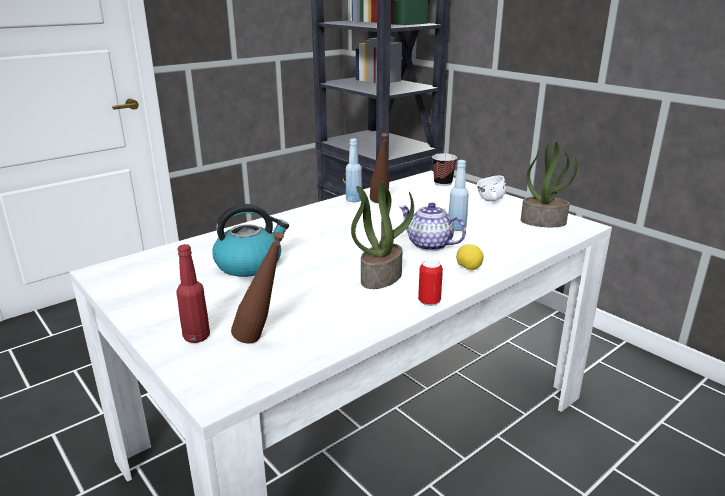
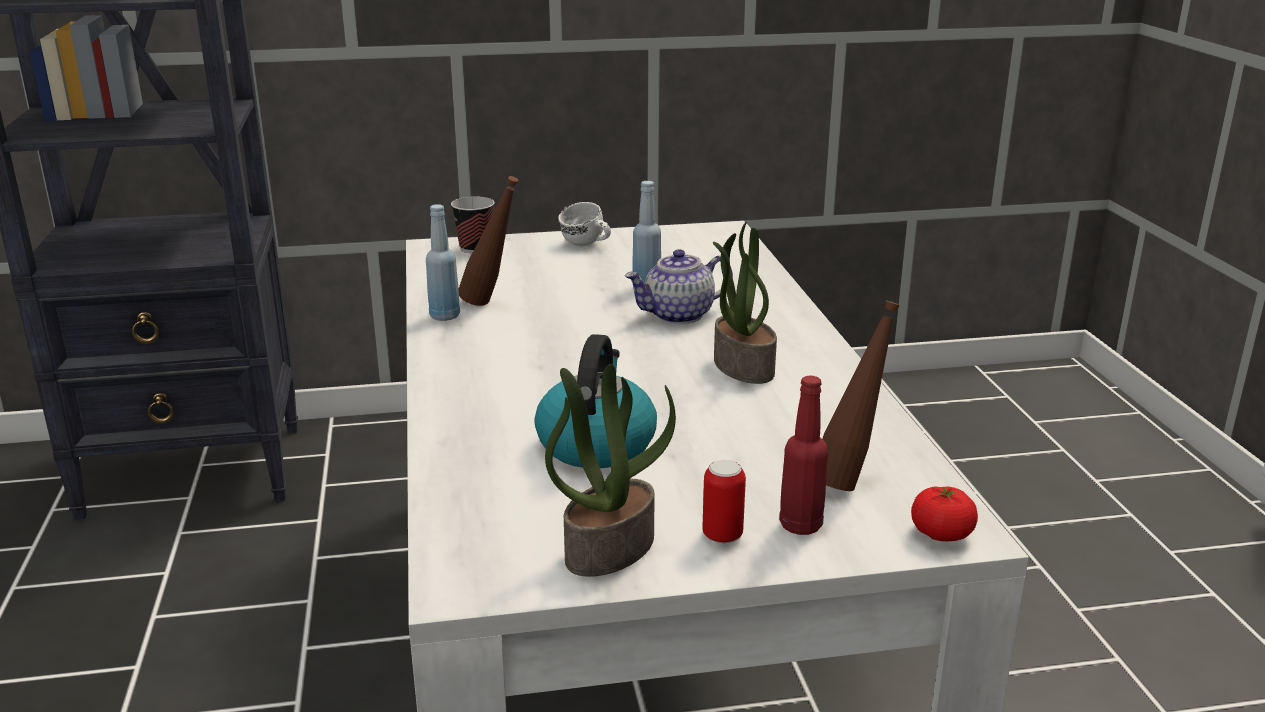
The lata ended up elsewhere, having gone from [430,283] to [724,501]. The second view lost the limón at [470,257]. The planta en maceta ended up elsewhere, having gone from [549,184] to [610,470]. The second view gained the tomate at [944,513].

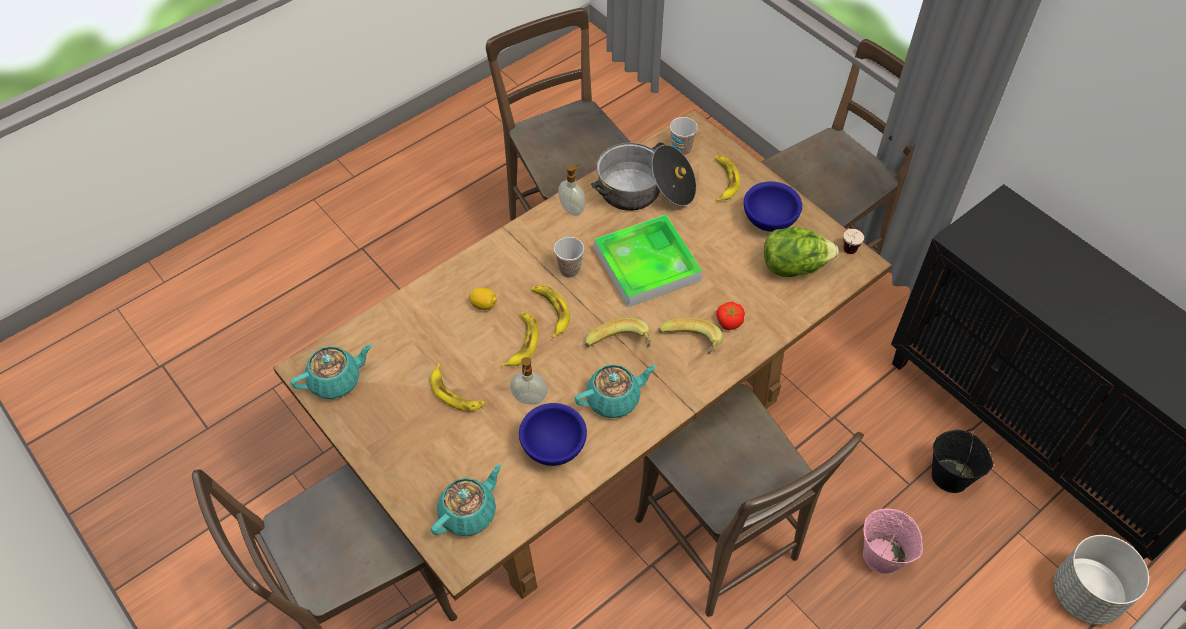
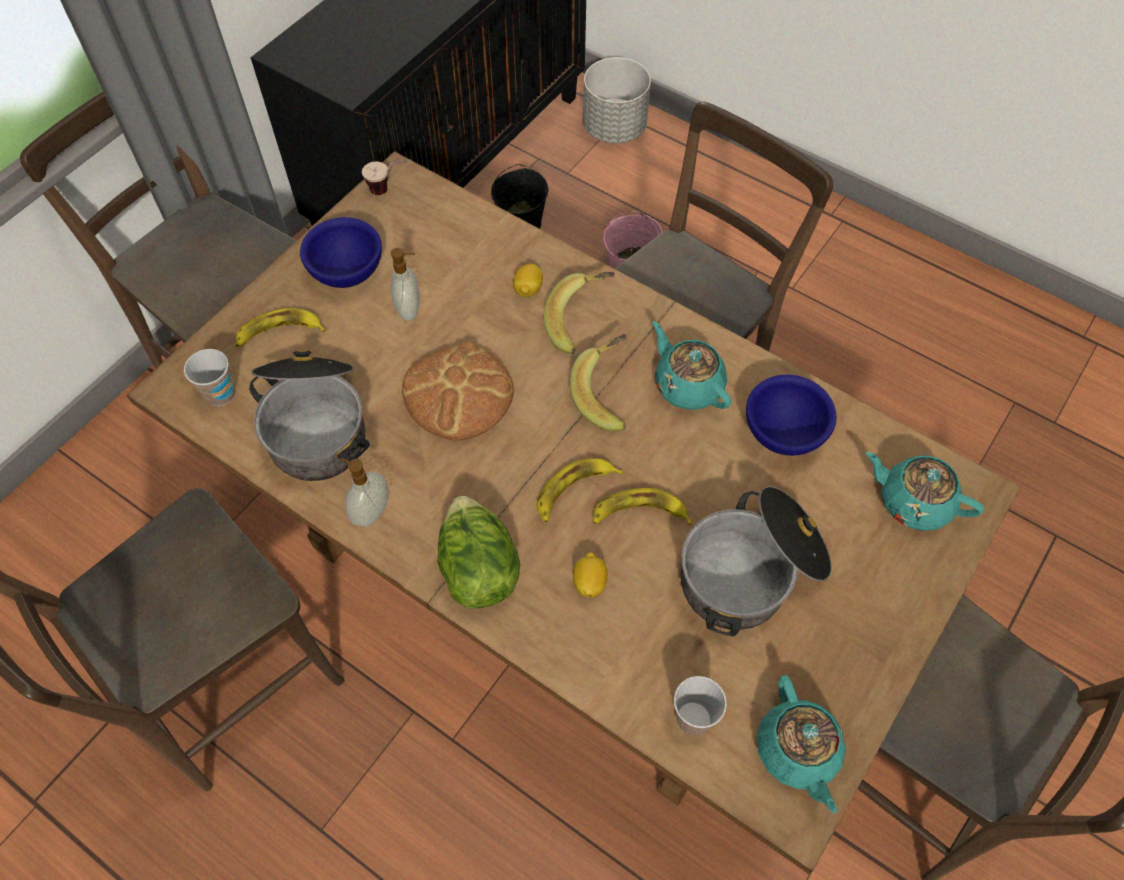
The tetera (turquesa) at [331,371] ended up facing another way, 150 degrees counterclockwise from before. Where the plátano stood at [457,387], the olla came to stand at [756,561]. The dispensador de jabón ended up elsewhere, having gone from [529,381] to [405,284]. The taza ended up elsewhere, having gone from [569,257] to [700,706]. Where the bandeja stood at [648,261], the pan came to stand at [458,391]. Where the tomate stood at [730,316], the limón came to stand at [528,280]. The lechuga ended up elsewhere, having gone from [801,252] to [478,552].

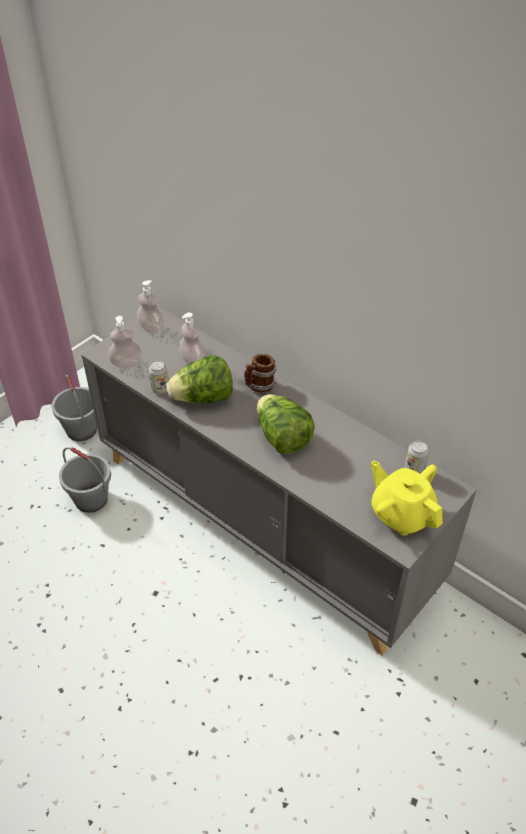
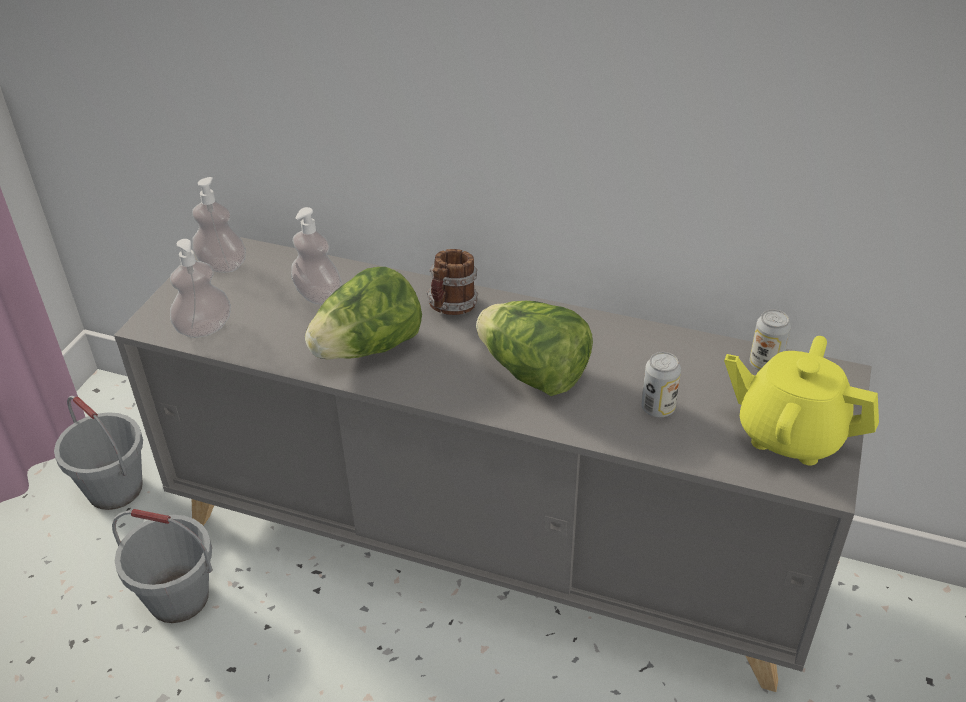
The lata ended up elsewhere, having gone from [158,377] to [661,384].

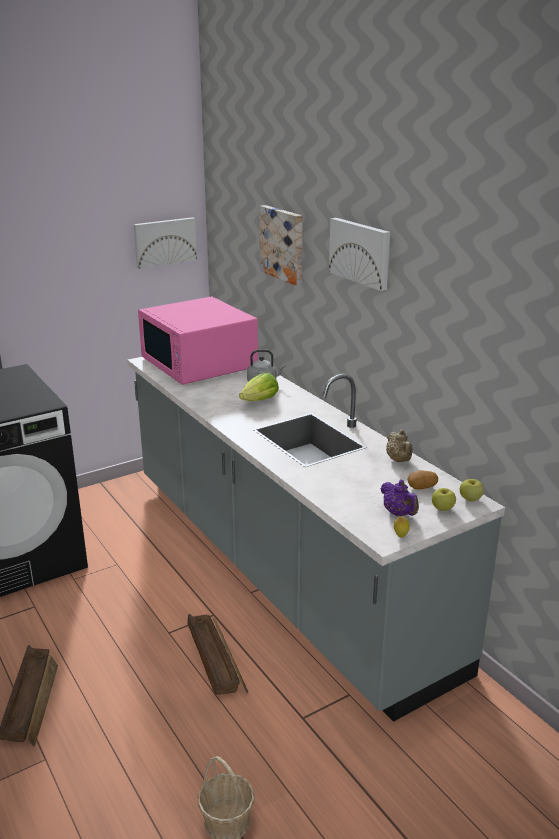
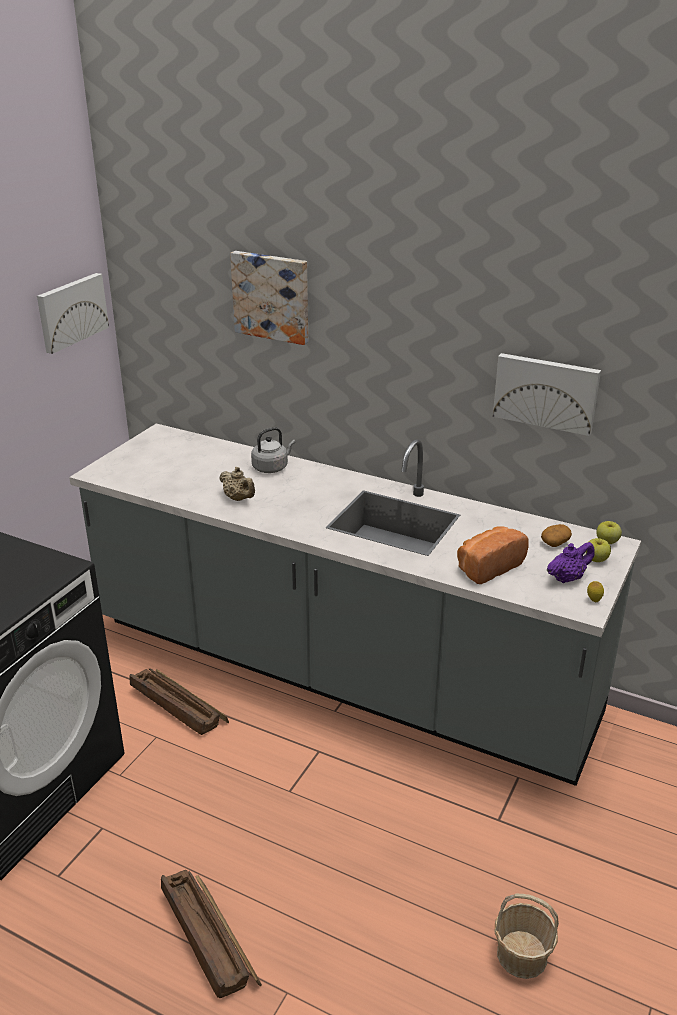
The second view lost the microondas (rosa) at [198,340]. The caja de embalaje ended up elsewhere, having gone from [218,654] to [179,701]. The second view lost the lechuga at [259,387]. The cuadro ended up elsewhere, having gone from [359,254] to [547,394]. The tetera (morado) at [400,498] ended up facing another way, 60 degrees counterclockwise from before. The tetera (beis) ended up elsewhere, having gone from [399,445] to [237,484]. The second view gained the pan at [493,555].

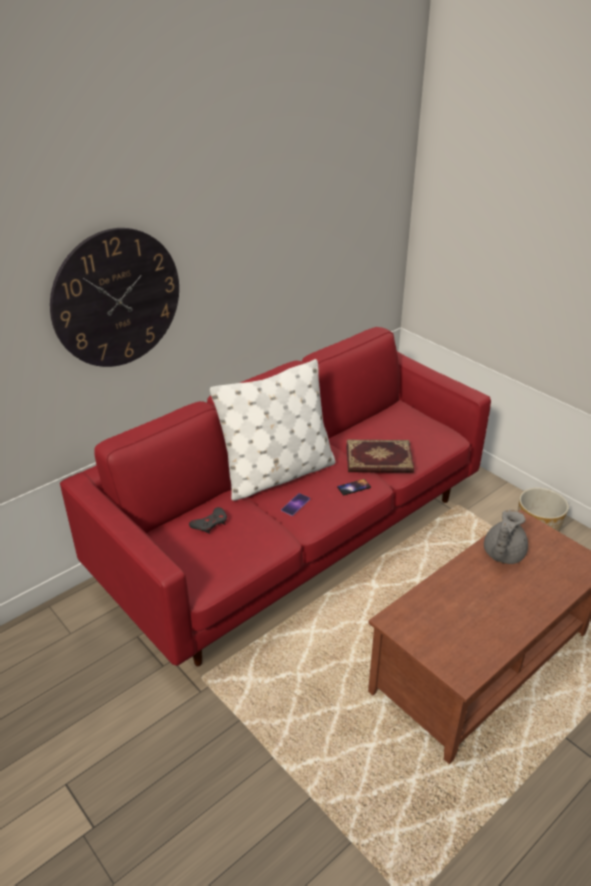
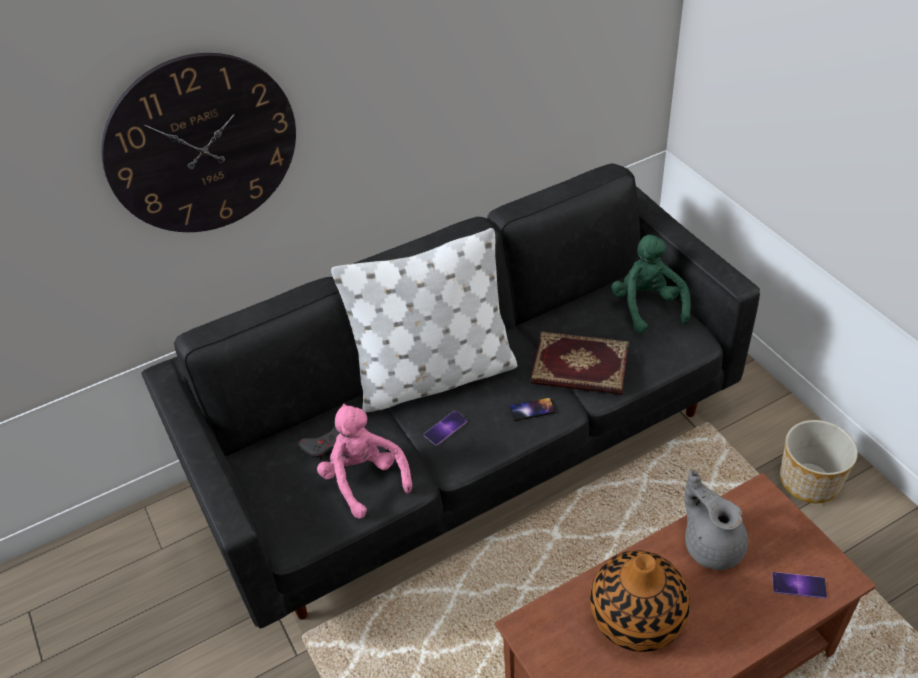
What was the sofá (rojo) at [275,497] turned into the sofá (negro) at [450,396]. The tetera (gris) at [506,536] ended up facing another way, 105 degrees clockwise from before. The second view gained the peluche (rosa) at [364,461]. The second view gained the florero at [640,601]. The second view gained the peluche (verde) at [651,284]. The second view gained the móvil at [799,585].

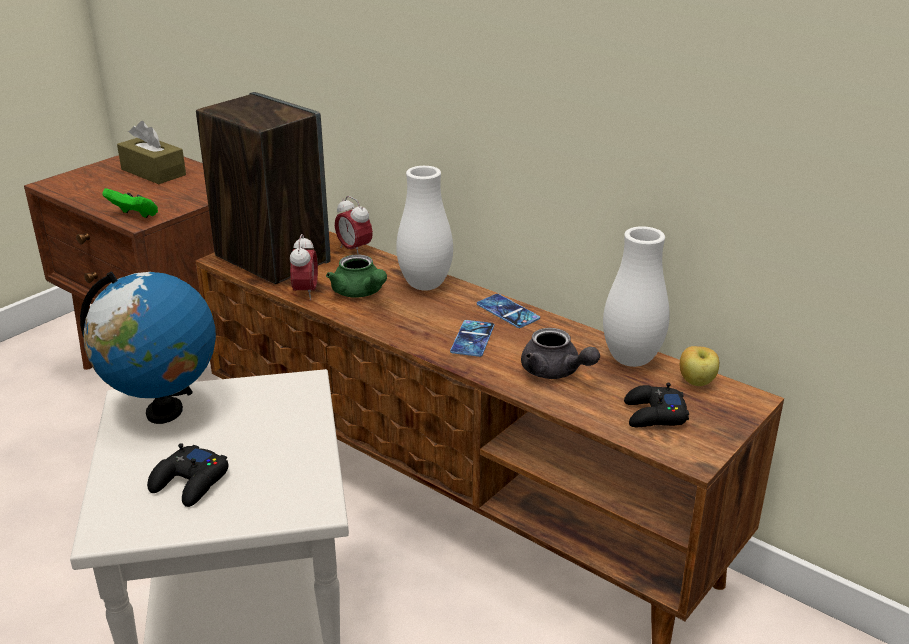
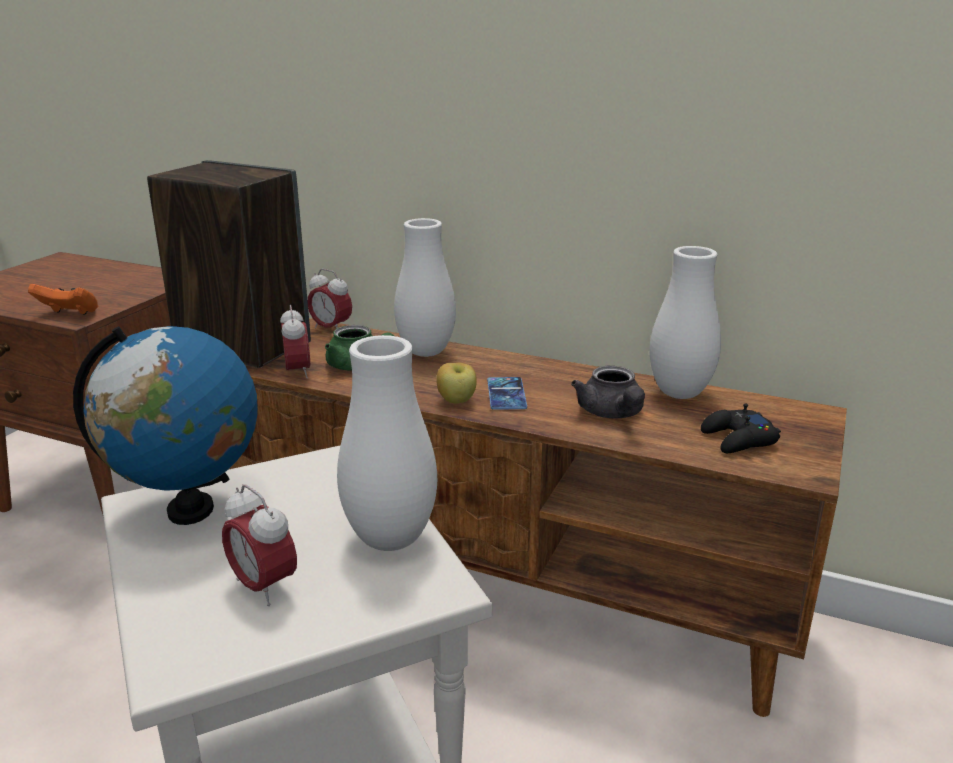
What was the mando de consola (verde) at [130,203] turned into the mando de consola (naranja) at [63,299]. The second view lost the caja de pañuelos (marrón) at [151,152]. Where the mando de consola (negro) stood at [188,475], the despertador came to stand at [259,545]. The second view lost the móvil at [508,311]. The tetera (gris) at [560,353] ended up facing another way, 45 degrees clockwise from before. The manzana ended up elsewhere, having gone from [699,366] to [456,383]. The second view gained the florero (blanco) at [387,443].

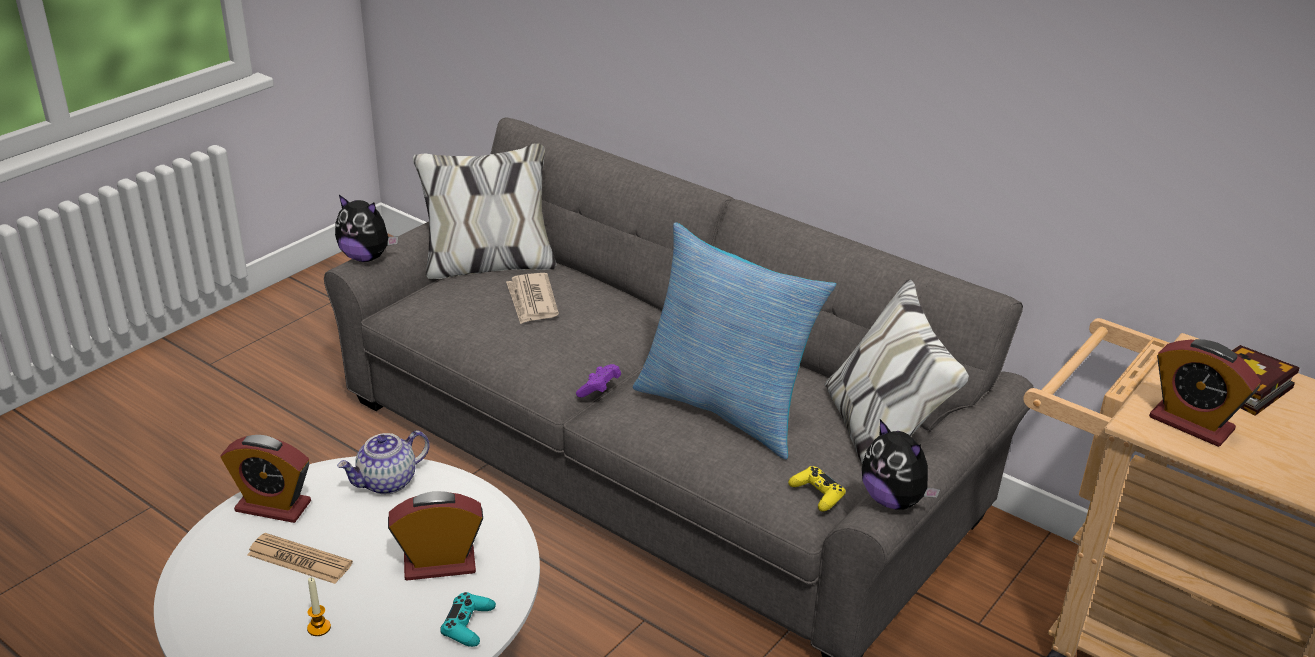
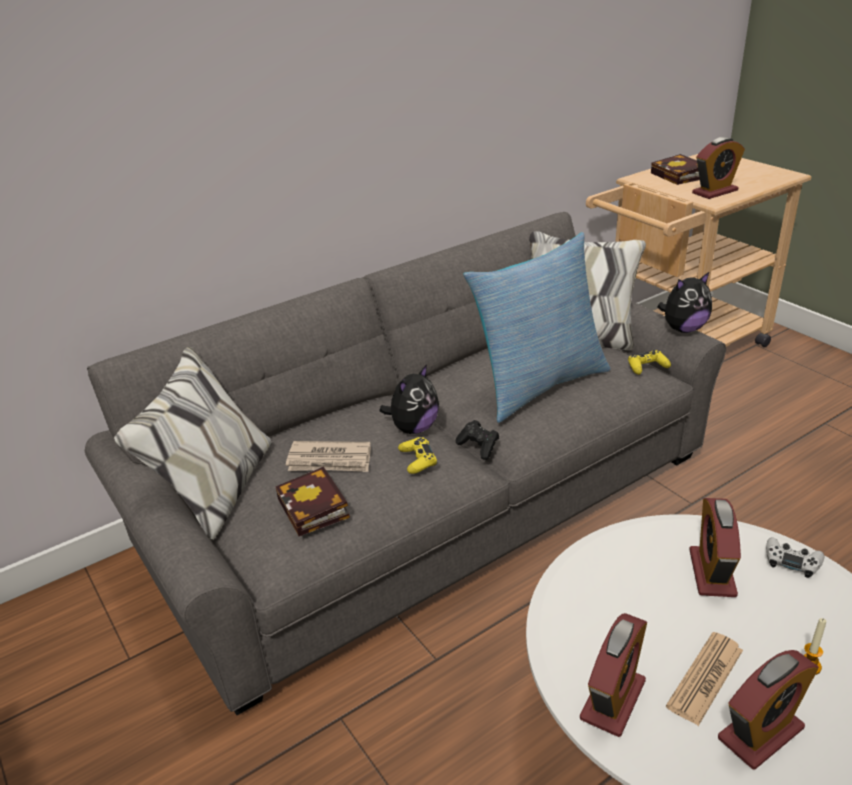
The peluche ended up elsewhere, having gone from [366,228] to [409,399]. The second view lost the tetera at [383,462]. What was the mando de consola (turquesa) at [468,619] turned into the mando de consola (blanco) at [795,557]. What was the mando de consola (morado) at [598,380] turned into the mando de consola (negro) at [477,440]. The second view gained the libro at [312,501]. The second view gained the mando de consola (amarillo) at [417,455]. The second view gained the despertador at [768,710].

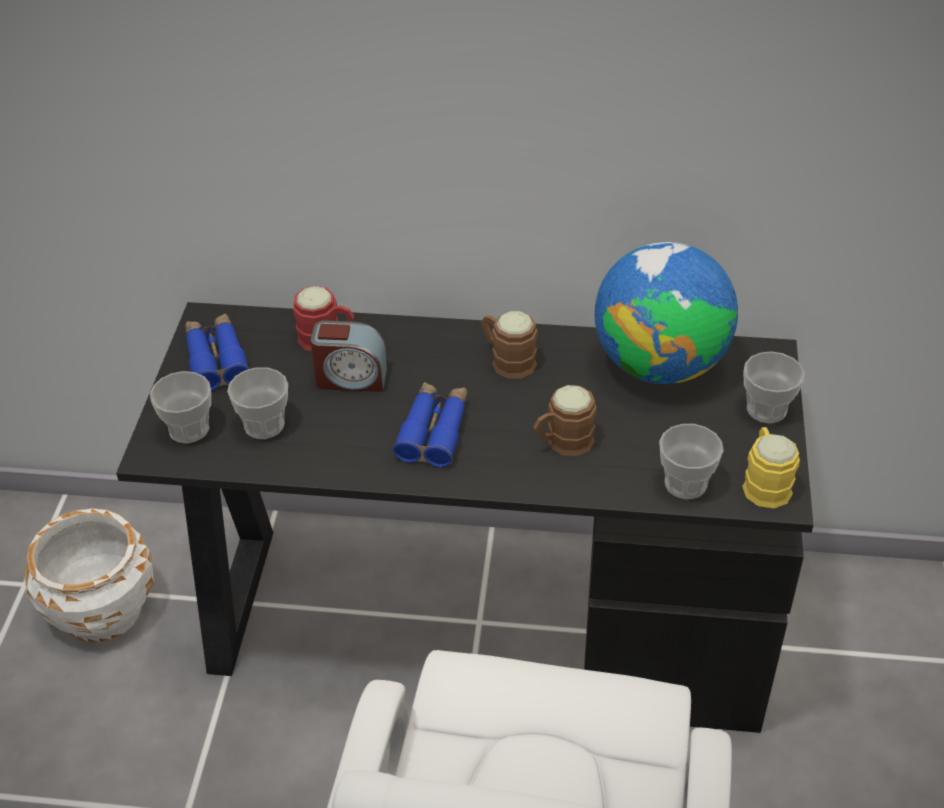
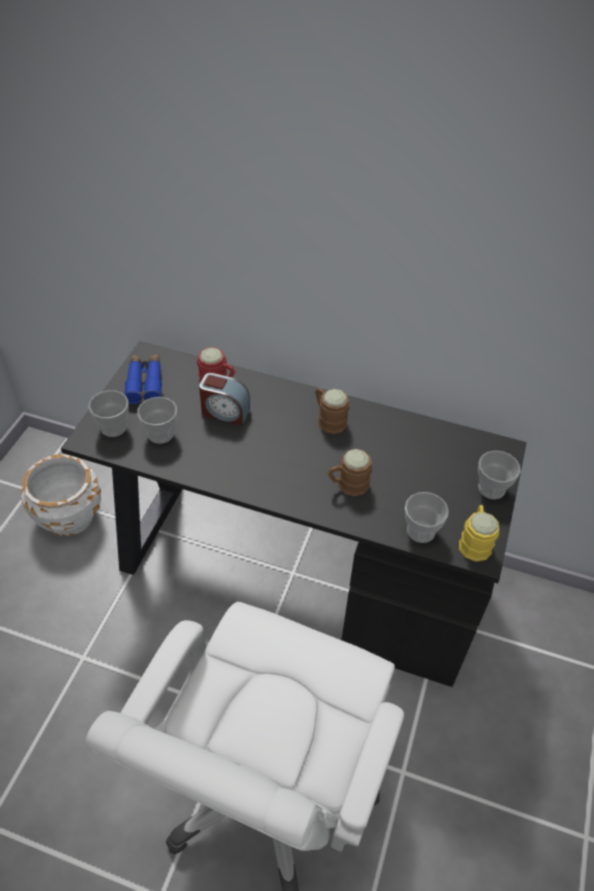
The second view lost the prismáticos (azul) at [430,424]. The second view lost the globo terráqueo at [666,313].

